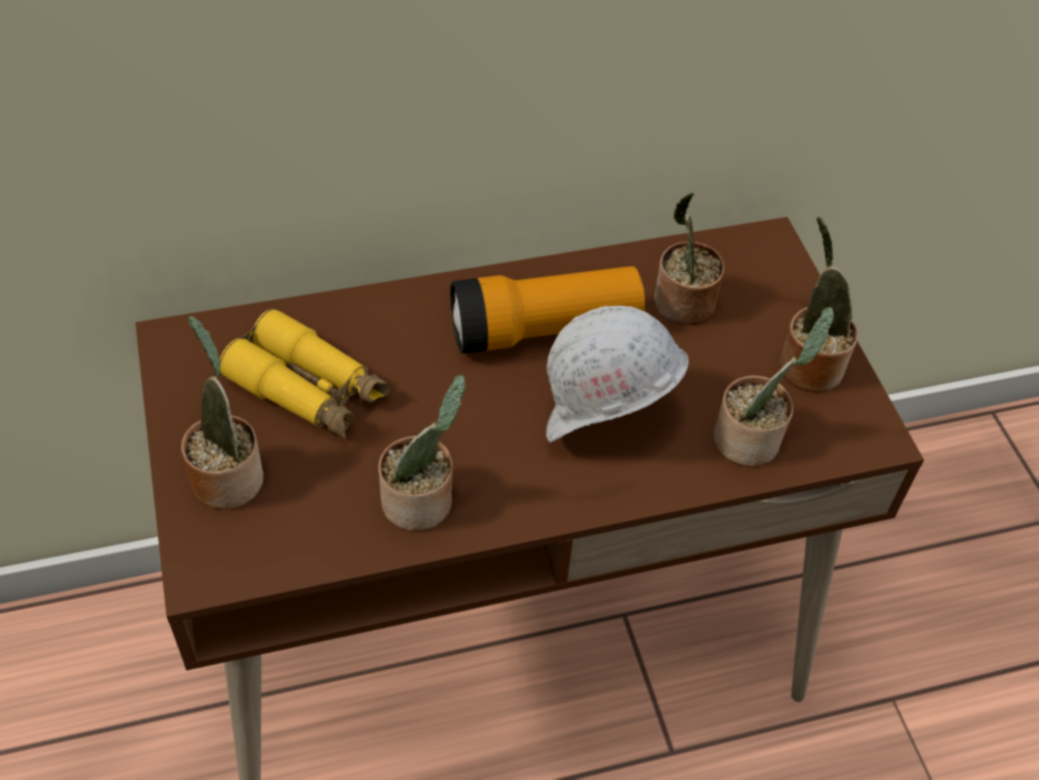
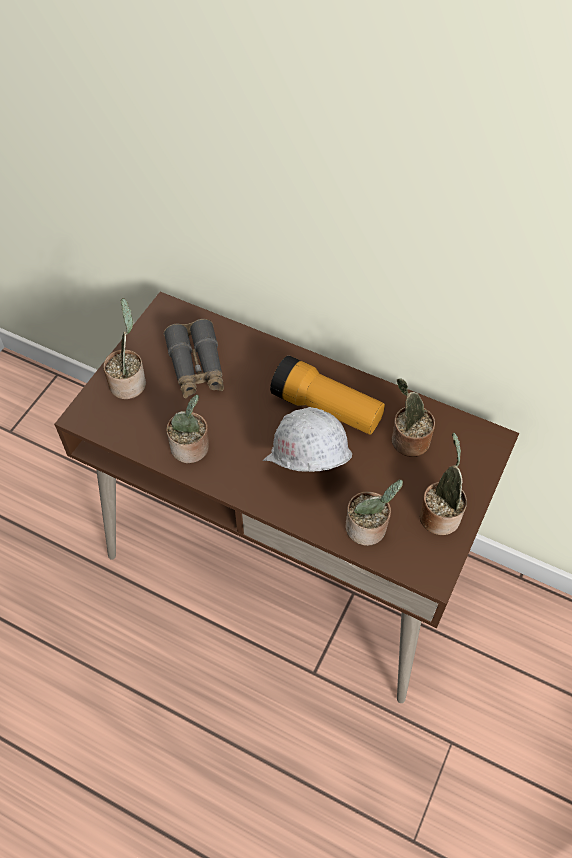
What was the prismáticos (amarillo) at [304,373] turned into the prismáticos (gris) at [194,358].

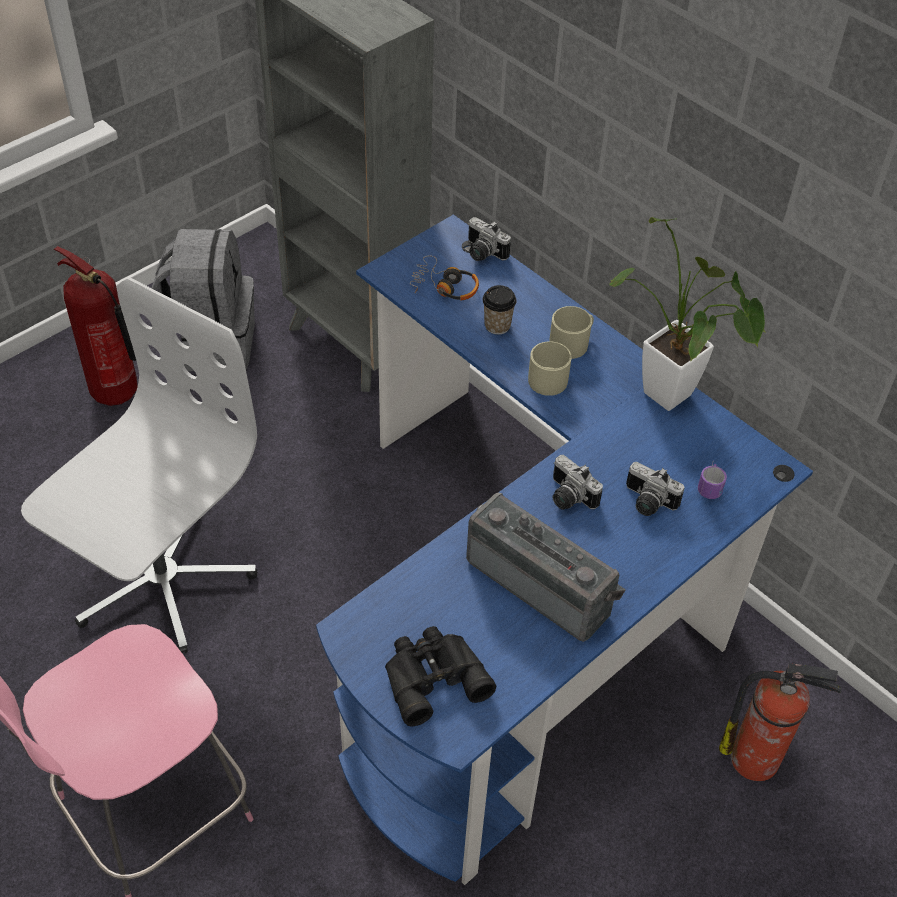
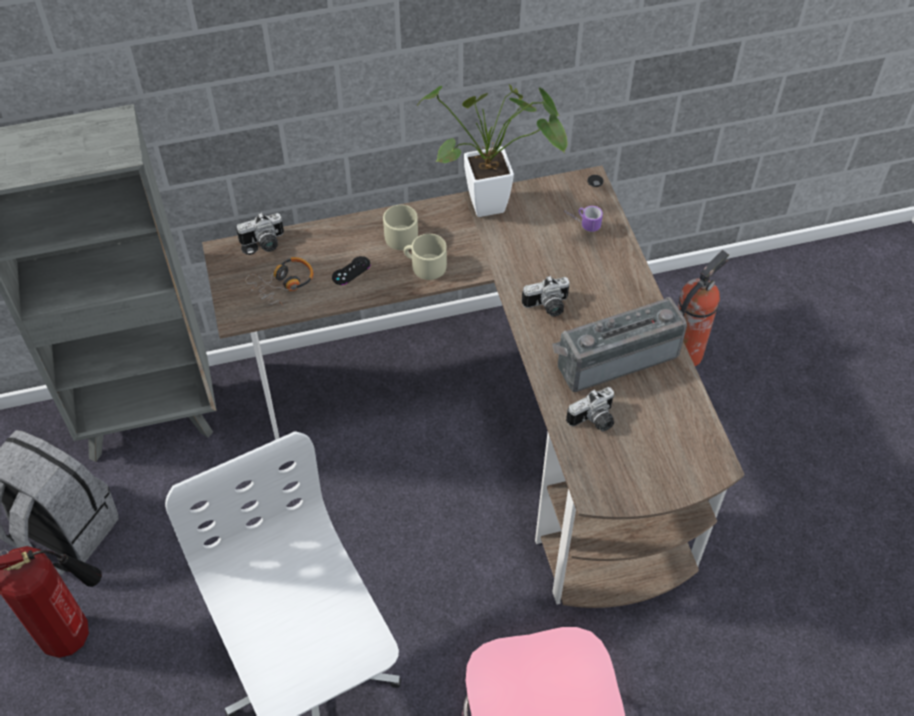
What was the escritorio (azul) at [564,549] turned into the escritorio (marrón) at [473,387]. The second view lost the prismáticos (negro) at [440,676]. Where the taza stood at [500,310], the mando de consola (negro) came to stand at [351,270]. The cámara ended up elsewhere, having gone from [655,489] to [590,409].

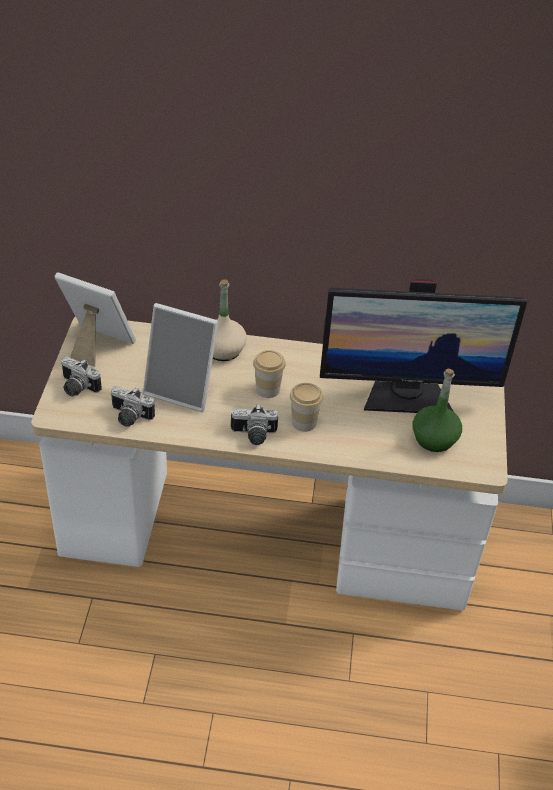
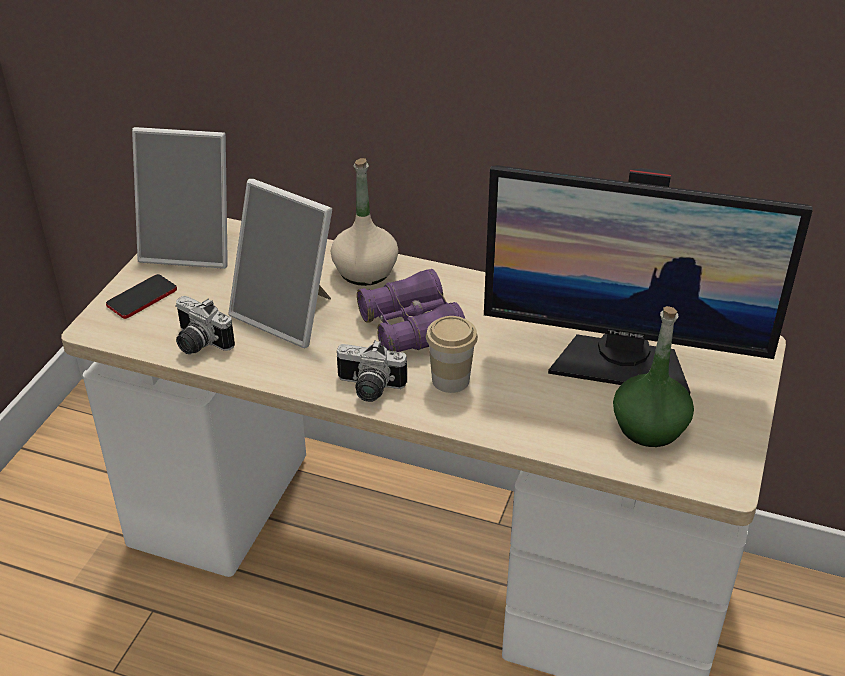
The portarretratos at [95,319] ended up facing another way, 150 degrees clockwise from before. Where the cámara stood at [81,376], the móvil came to stand at [141,296]. Where the taza stood at [269,374], the prismáticos (morado) came to stand at [411,310].

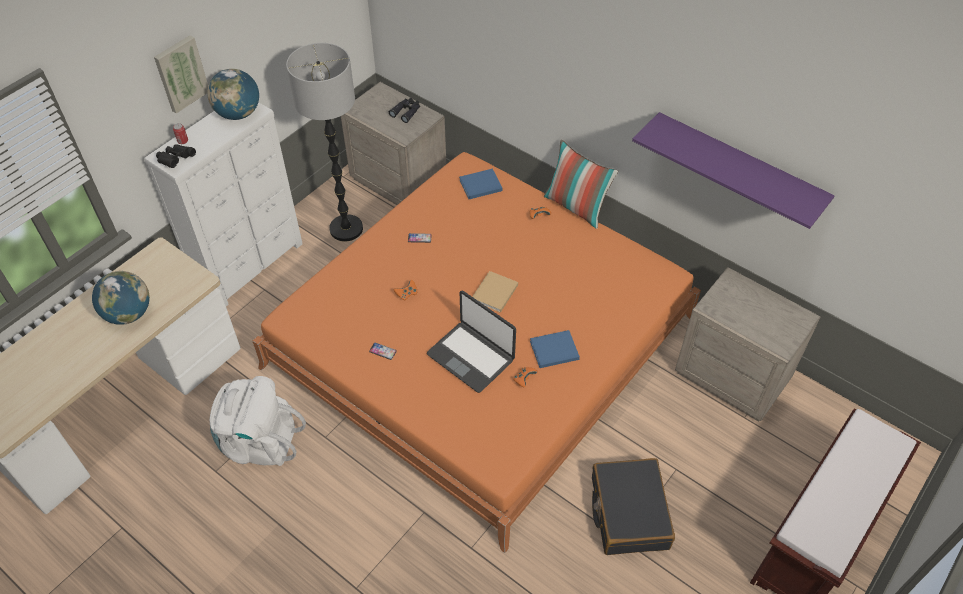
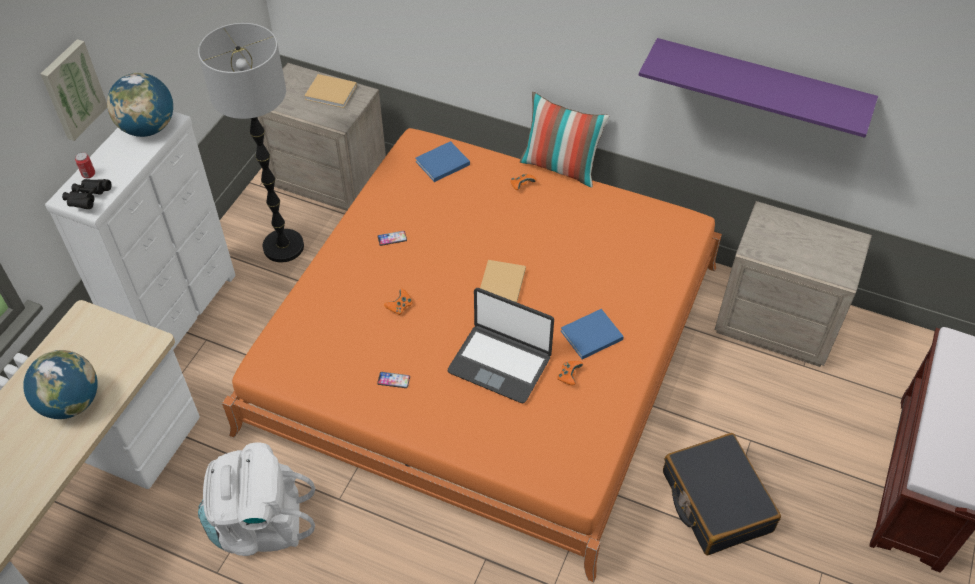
Where the prismáticos (negro) stood at [404,110], the libro (beis) came to stand at [330,91].

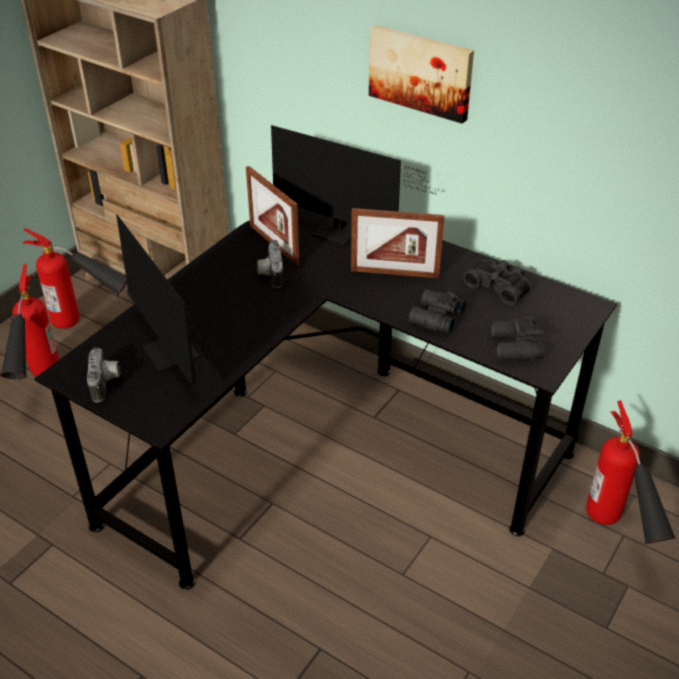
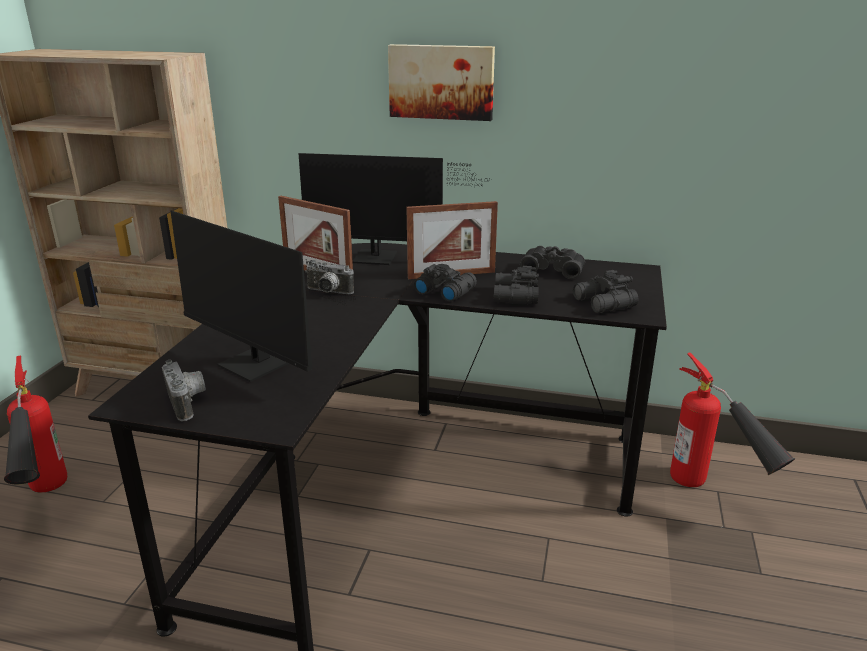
The second view lost the extintor at [74,278]. The cámara at [270,264] ended up facing another way, 45 degrees counterclockwise from before. The second view gained the prismáticos (negro) at [445,283].

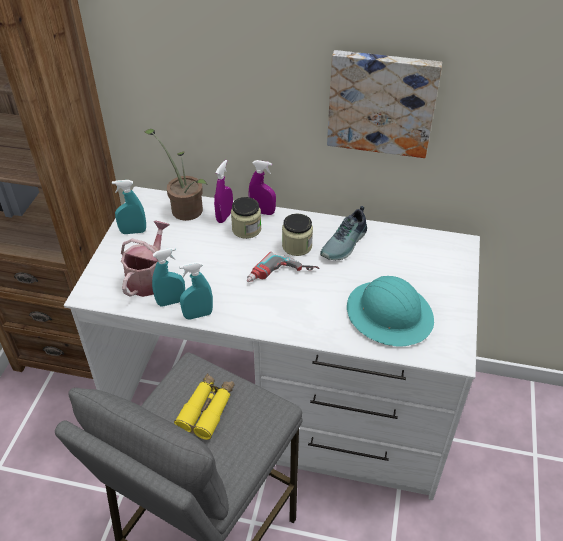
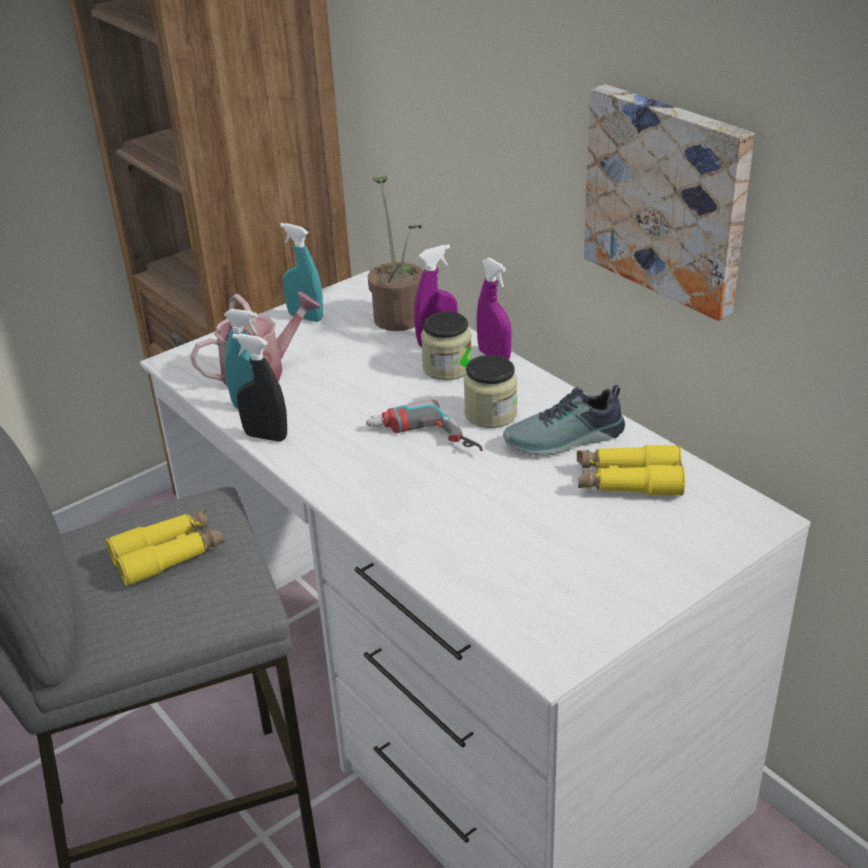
What was the pulverizador (turquesa) at [196,291] turned into the pulverizador (negro) at [259,387]. The second view lost the casco (turquesa) at [390,311]. The second view gained the prismáticos (amarillo) at [631,470].

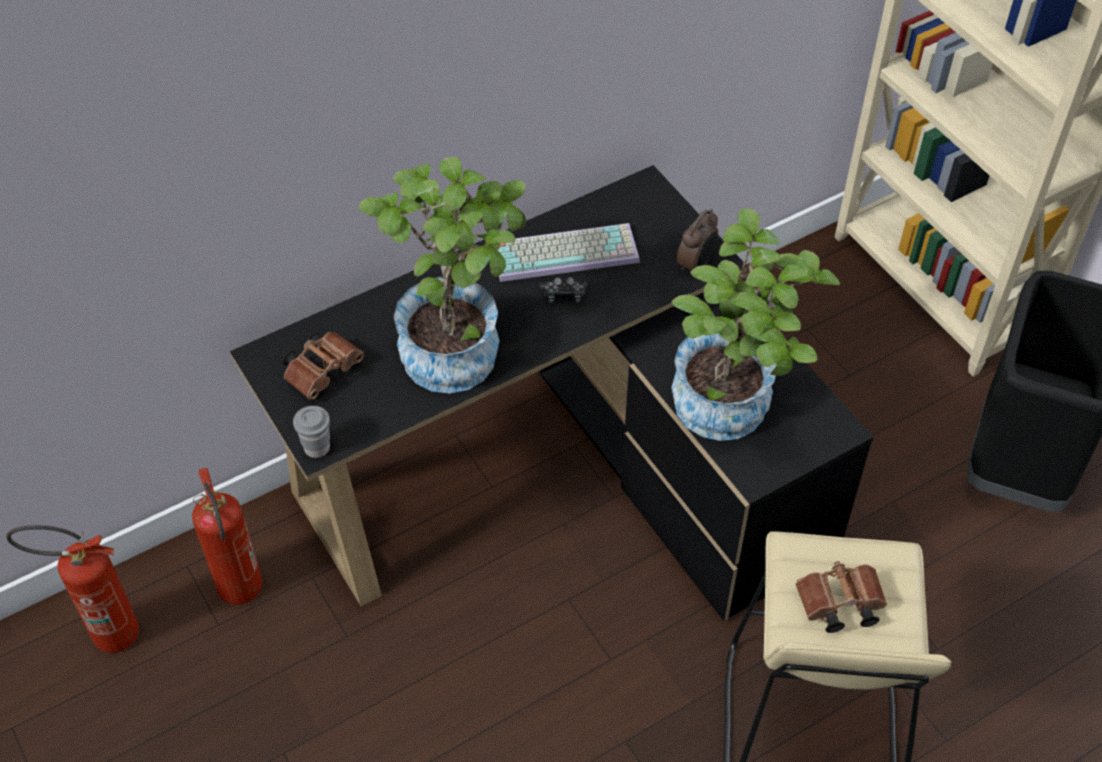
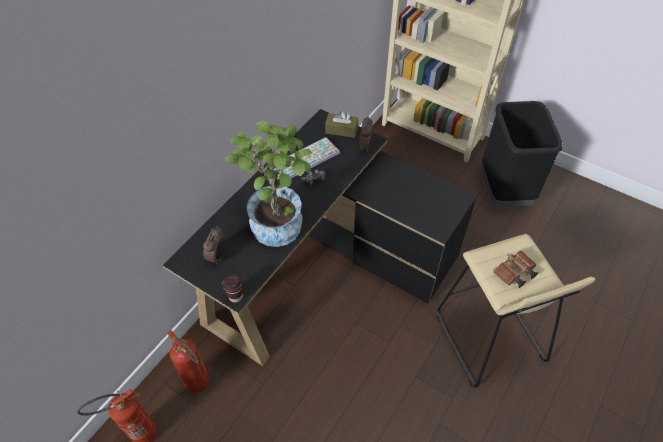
Where the prismáticos (marrón) stood at [323,365], the despertador came to stand at [214,245]. What was the taza (gris) at [311,432] turned into the taza (marrón) at [232,288]. The second view lost the planta en maceta at [756,324]. The second view gained the caja de pañuelos (marrón) at [341,124].

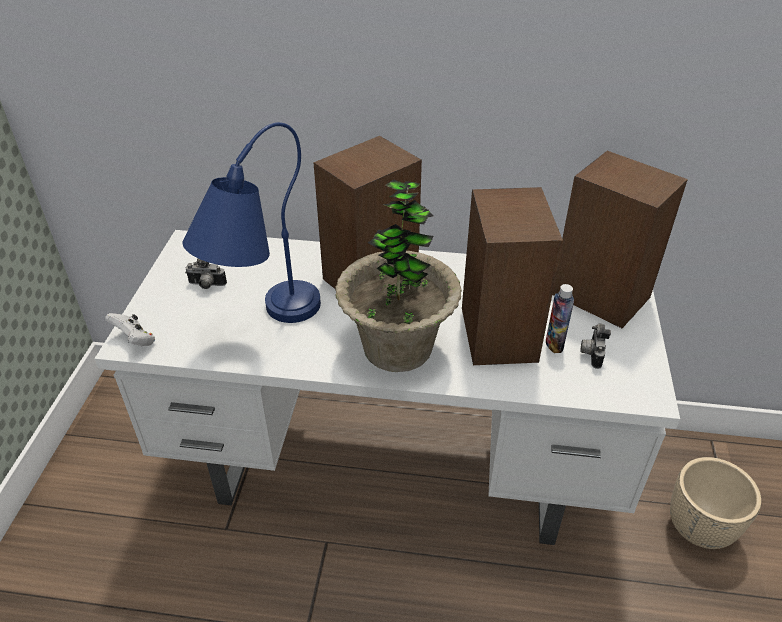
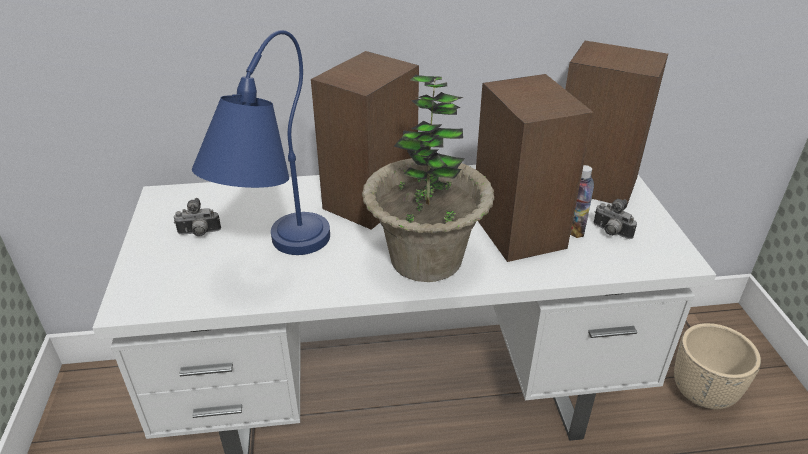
The second view lost the mando de consola (blanco) at [130,329]. The cámara at [596,346] ended up facing another way, 45 degrees counterclockwise from before.

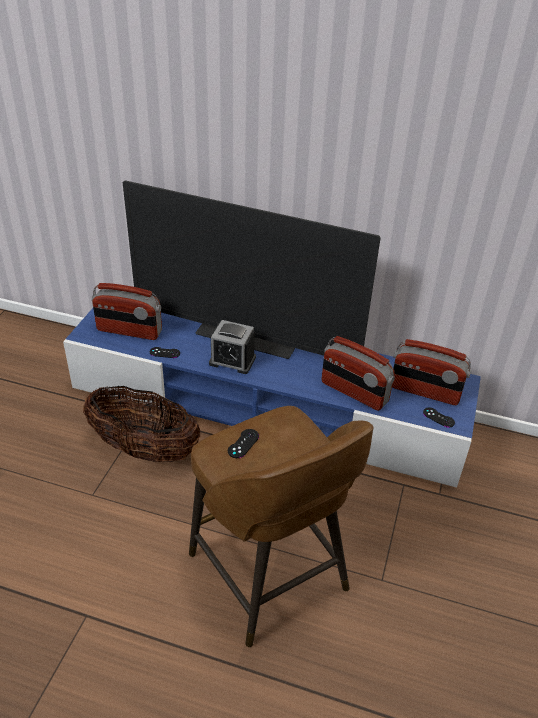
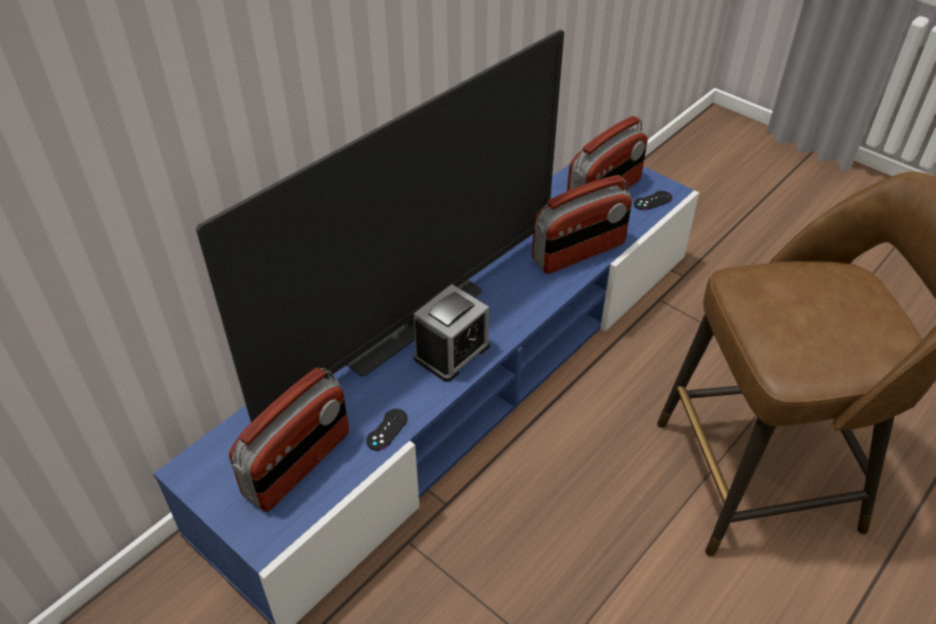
The second view lost the cesta at [141,423]. The second view lost the mando de consola (negro) at [243,443].

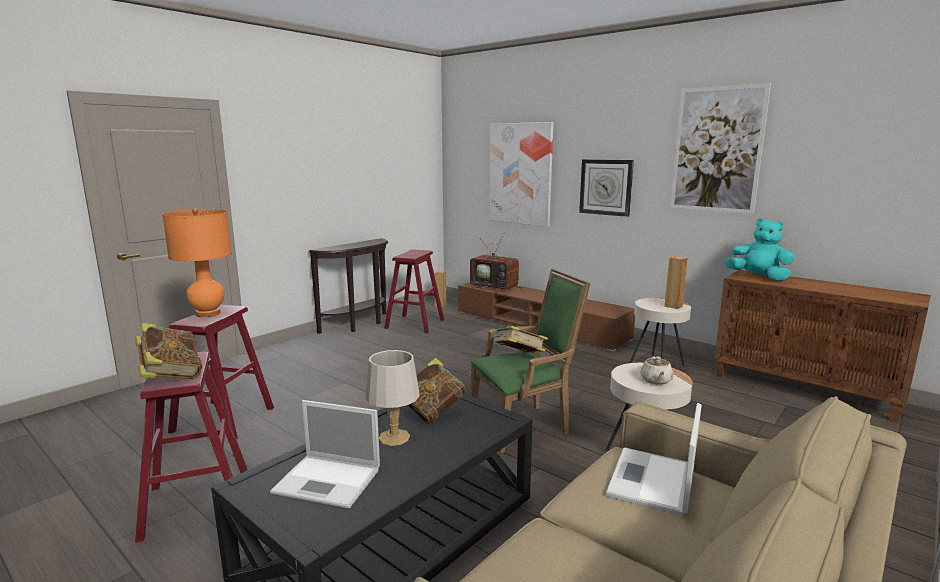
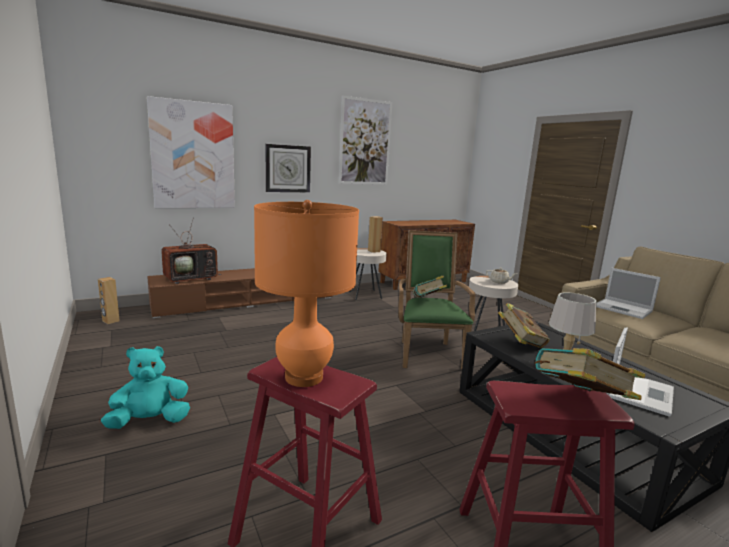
The second view lost the mesa consola (marrón) at [348,286]. The second view lost the taburete (rojo) at [414,291]. The peluche (turquesa) ended up elsewhere, having gone from [759,250] to [145,387].

